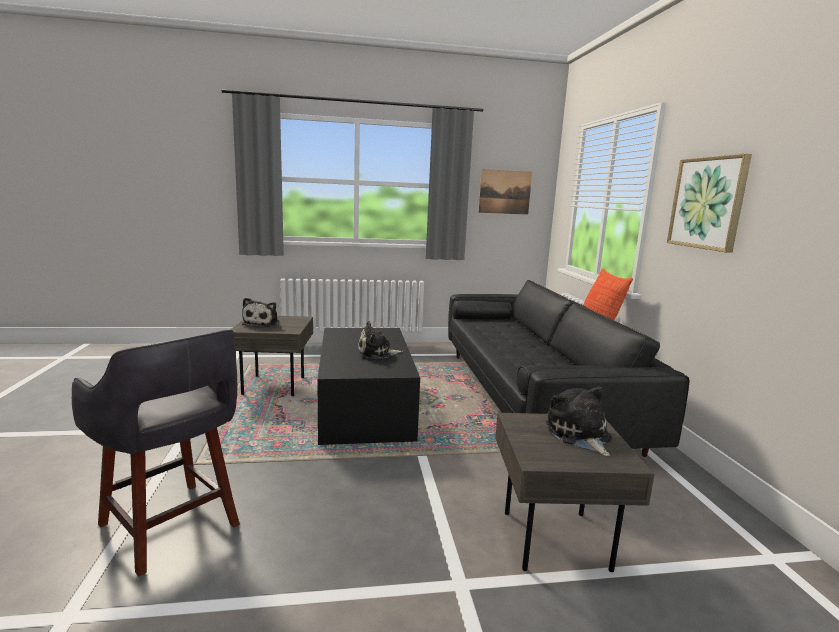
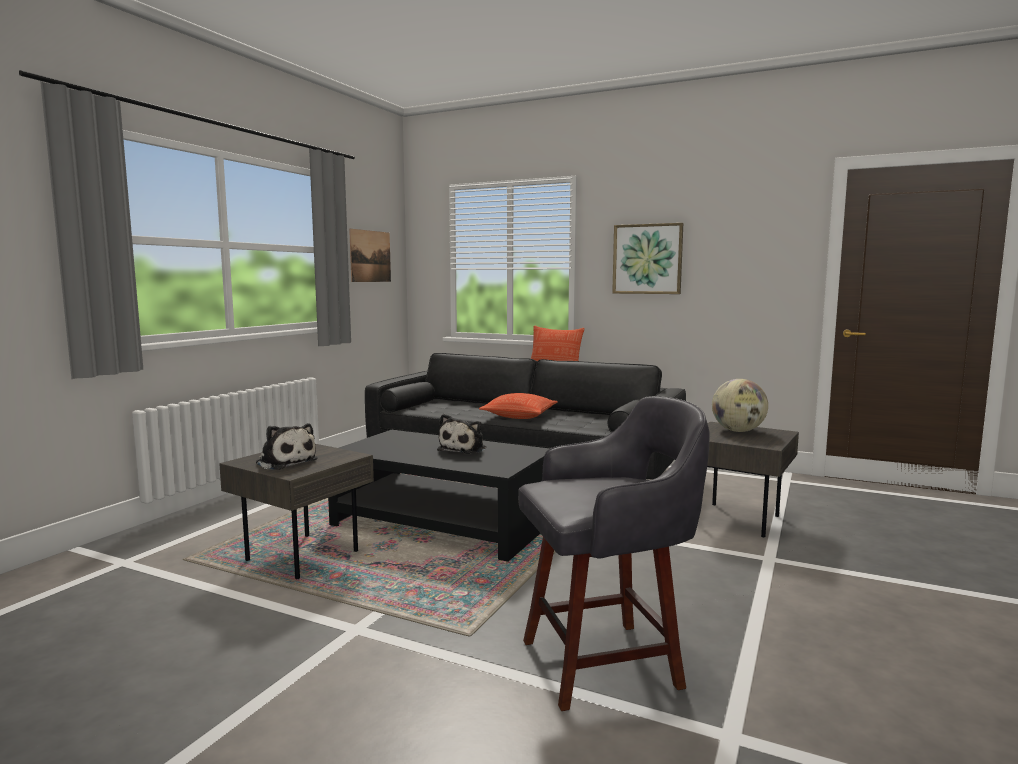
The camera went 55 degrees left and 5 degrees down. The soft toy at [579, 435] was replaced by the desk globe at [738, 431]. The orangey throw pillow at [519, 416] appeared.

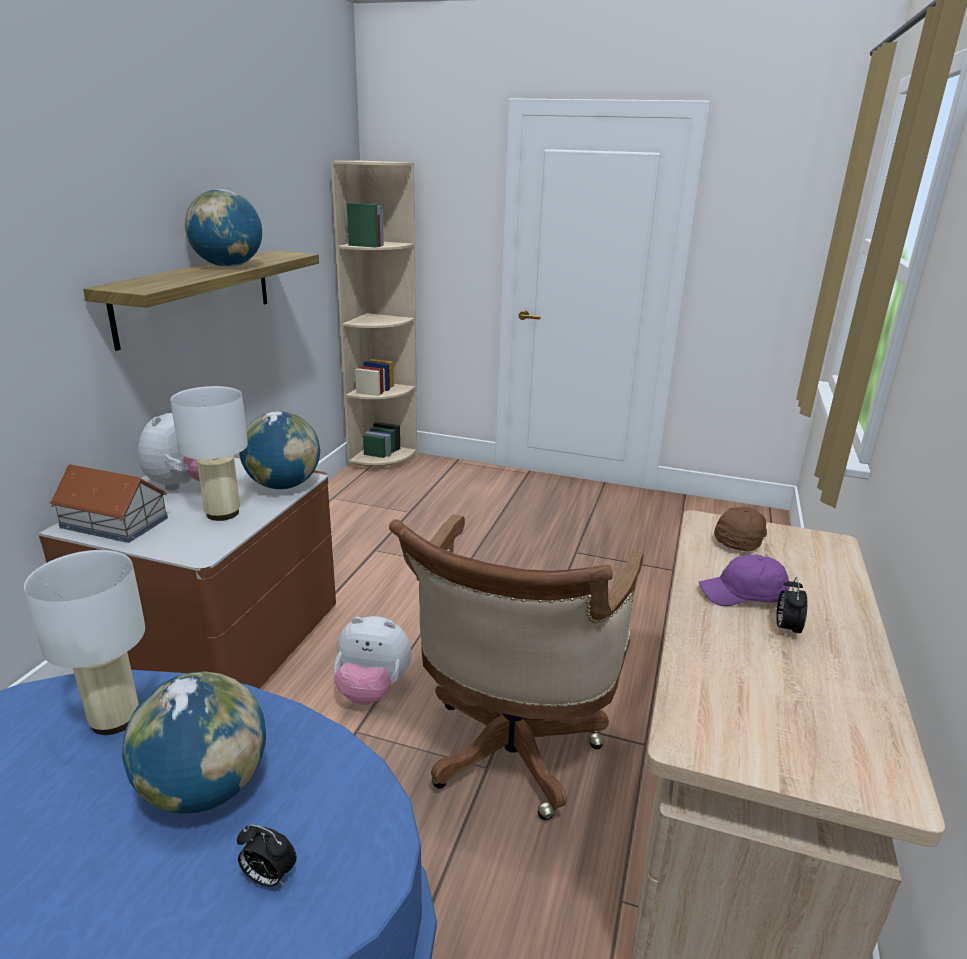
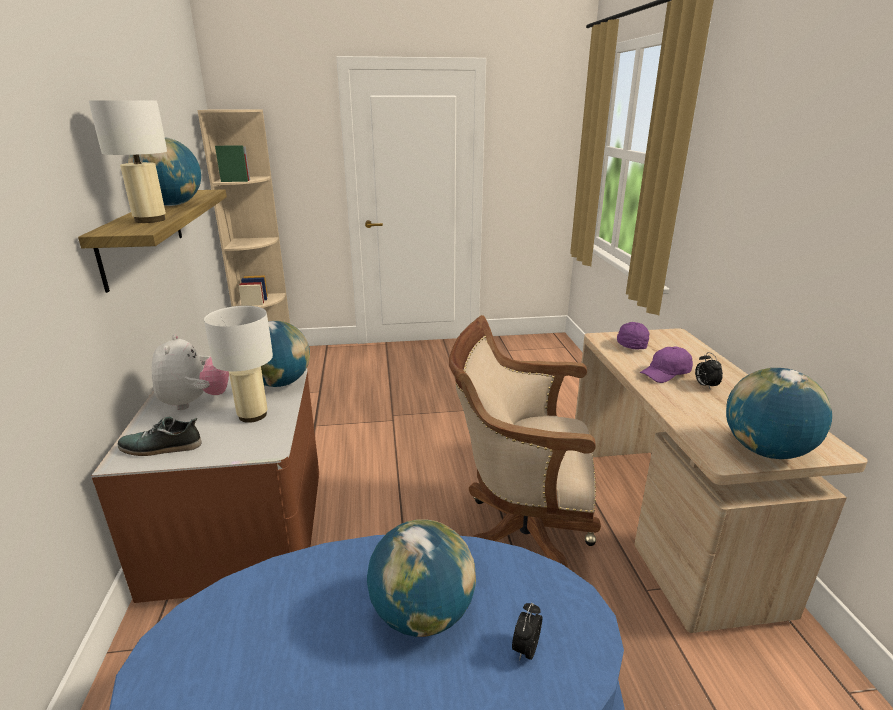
The camera went 25 degrees left and 0 degrees up. The white lamp for a table moved from [116, 720] to [151, 220]. The model house at [115, 523] was replaced by the shoe at [161, 447]. The bedside clock at [268, 877] turned 120 degrees clockwise. The soft toy at [372, 690] disappeared. The office chair at [510, 755] turned 105 degrees clockwise. The brown-coloured cap at [740, 539] became the purple cap at [630, 343]. The desk globe at [765, 450] appeared.

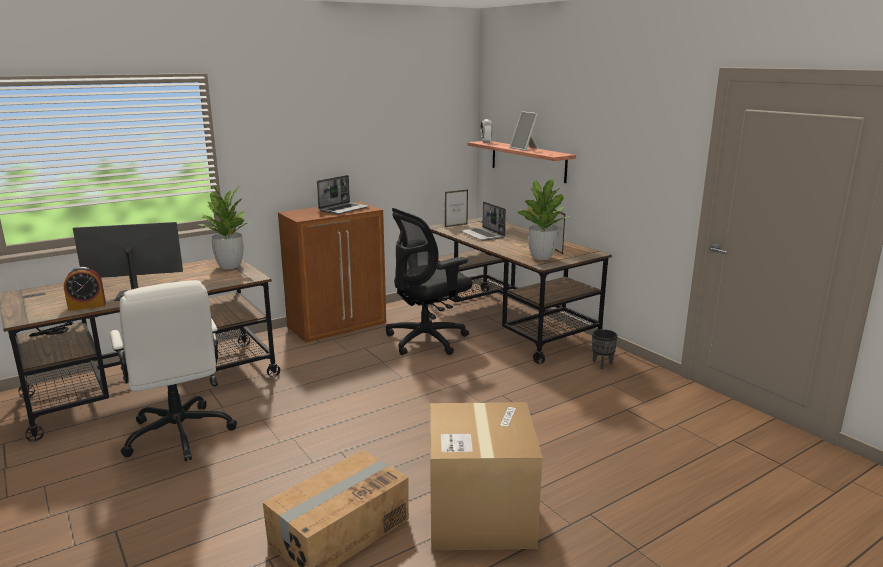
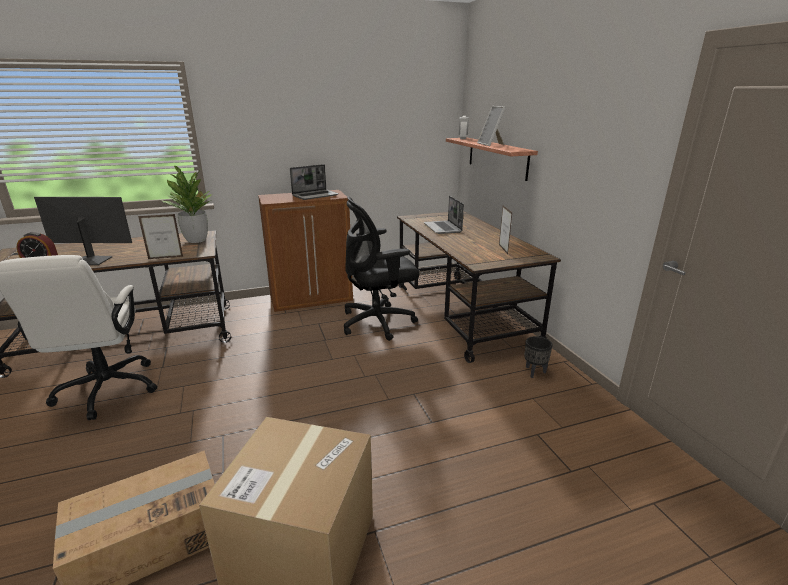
The camera went 15 degrees right and 5 degrees up. The standing frame moved from [456, 225] to [166, 258]. The plant in a pot at [541, 257] disappeared.

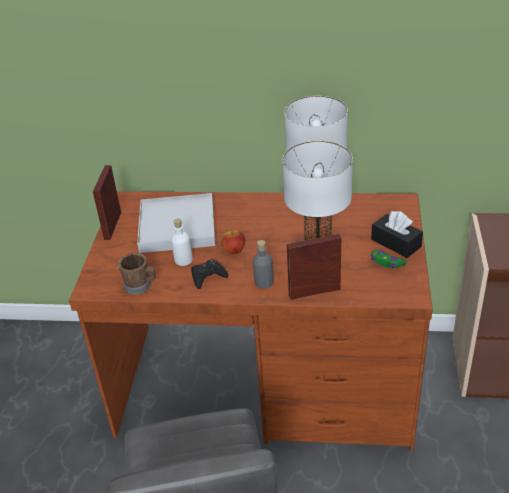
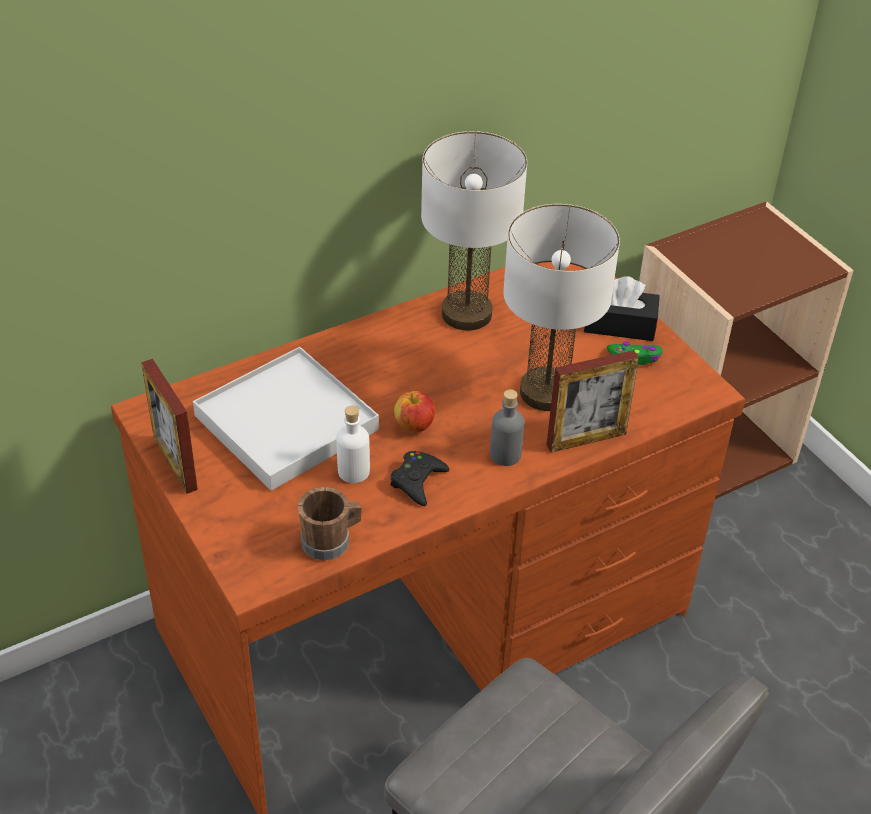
The camera went 40 degrees left and 5 degrees up. The standing frame at [314, 292] turned 150 degrees counterclockwise.

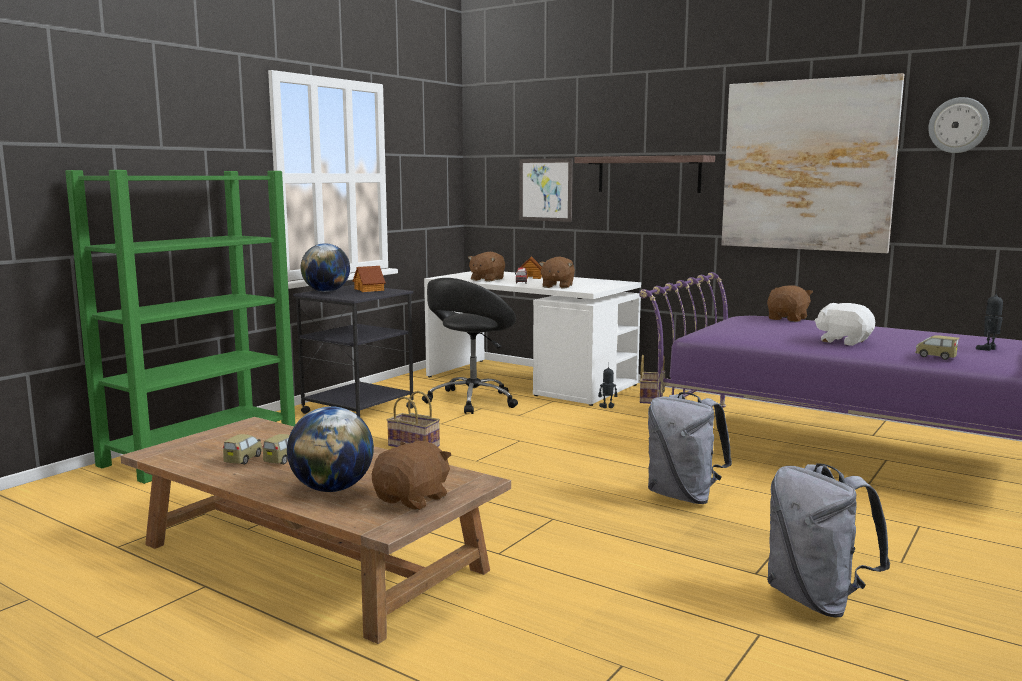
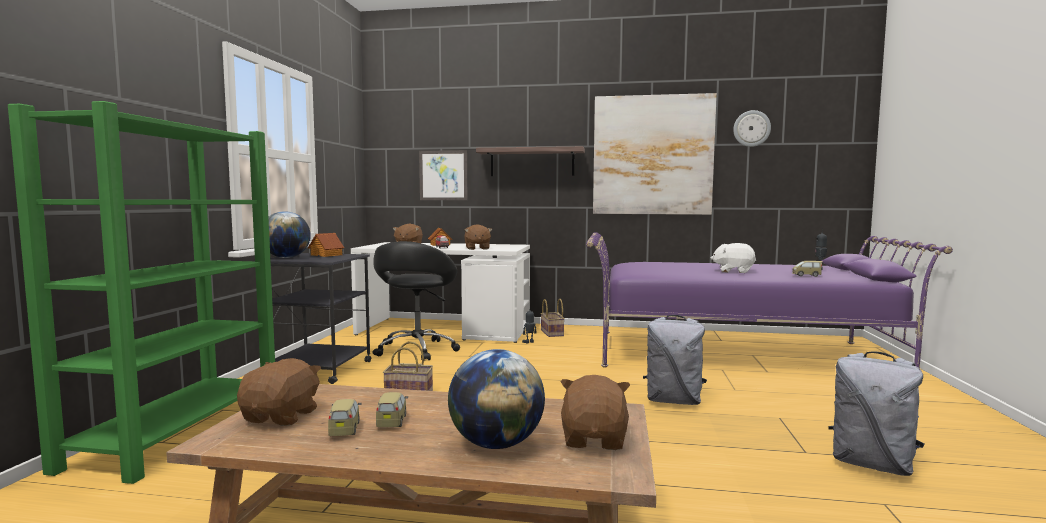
The camera went 25 degrees left and 5 degrees down. The brown-coloured soft toy moved from [788, 319] to [282, 416].

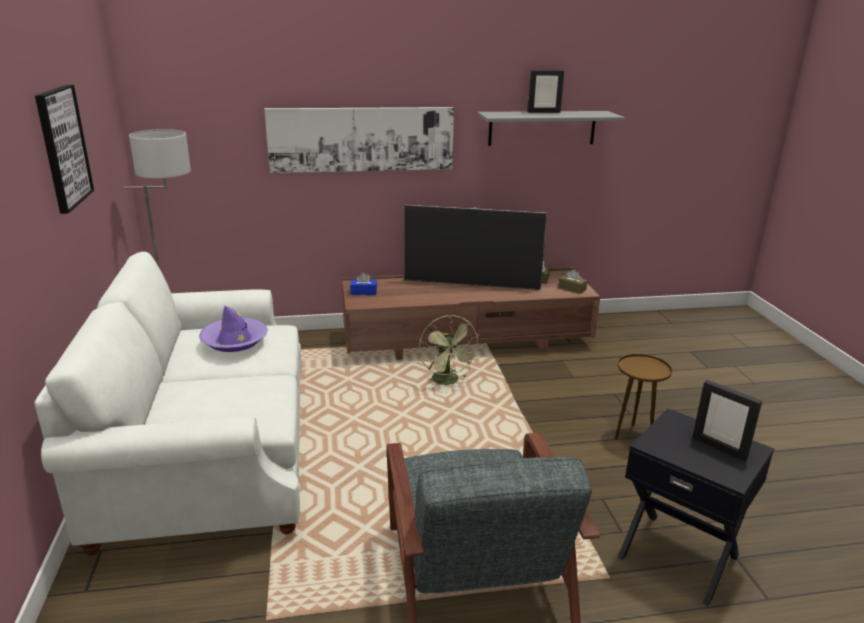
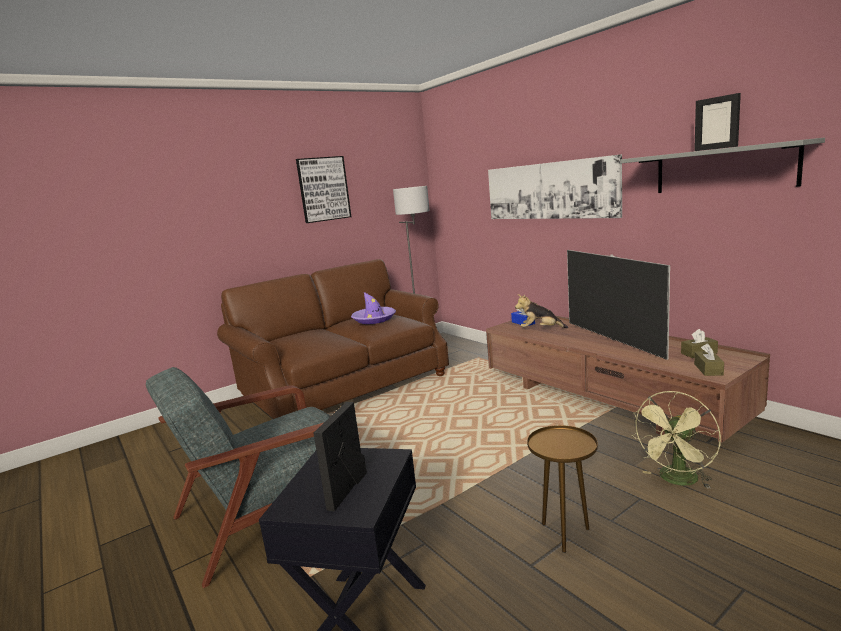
The camera went 65 degrees right and 10 degrees down. The white sofa at [209, 453] became the brown-coloured sofa at [345, 387]. The green cooling fan moved from [448, 382] to [677, 481]. The soft toy at [540, 329] appeared.

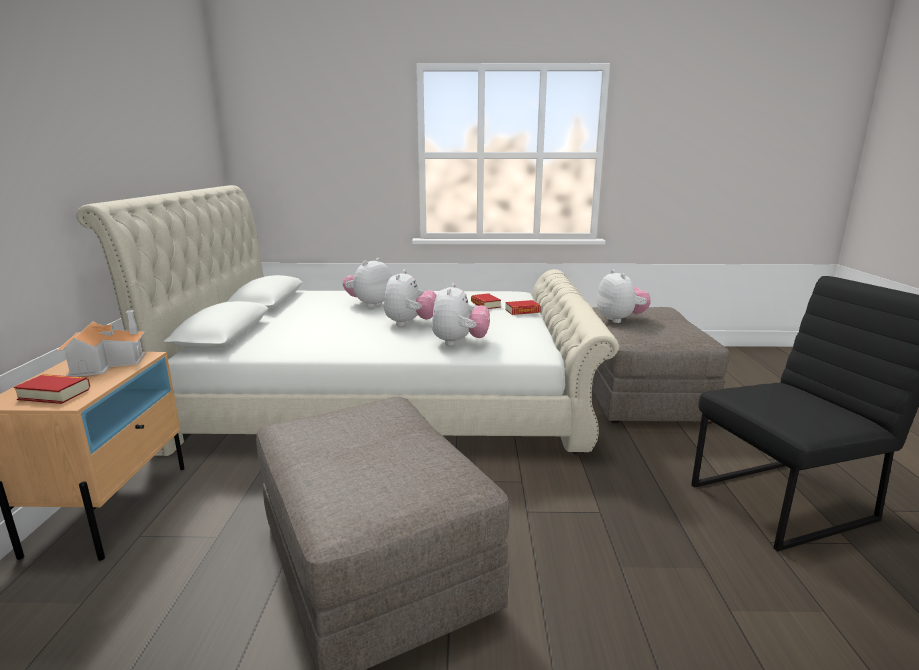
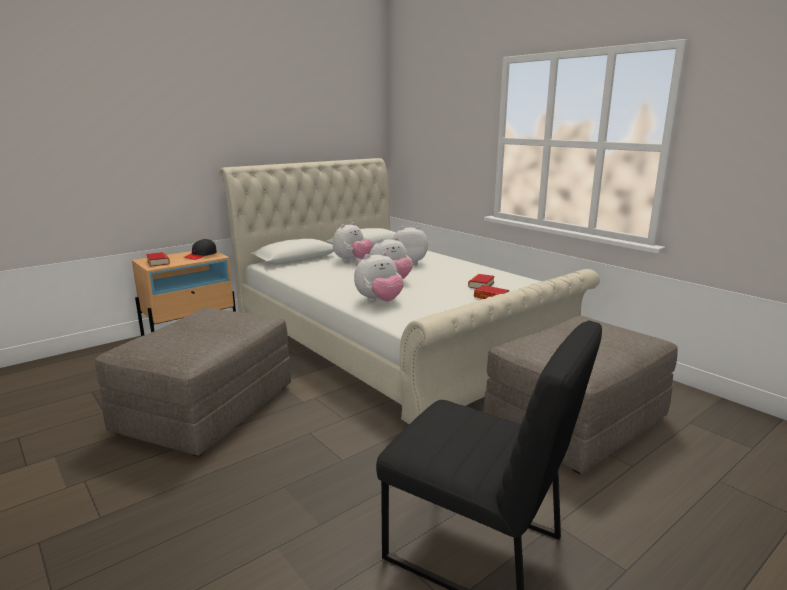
The camera went 50 degrees right and 0 degrees up. The model house at [107, 363] was replaced by the blackish cap at [201, 255]. The soft toy moved from [620, 320] to [352, 261].

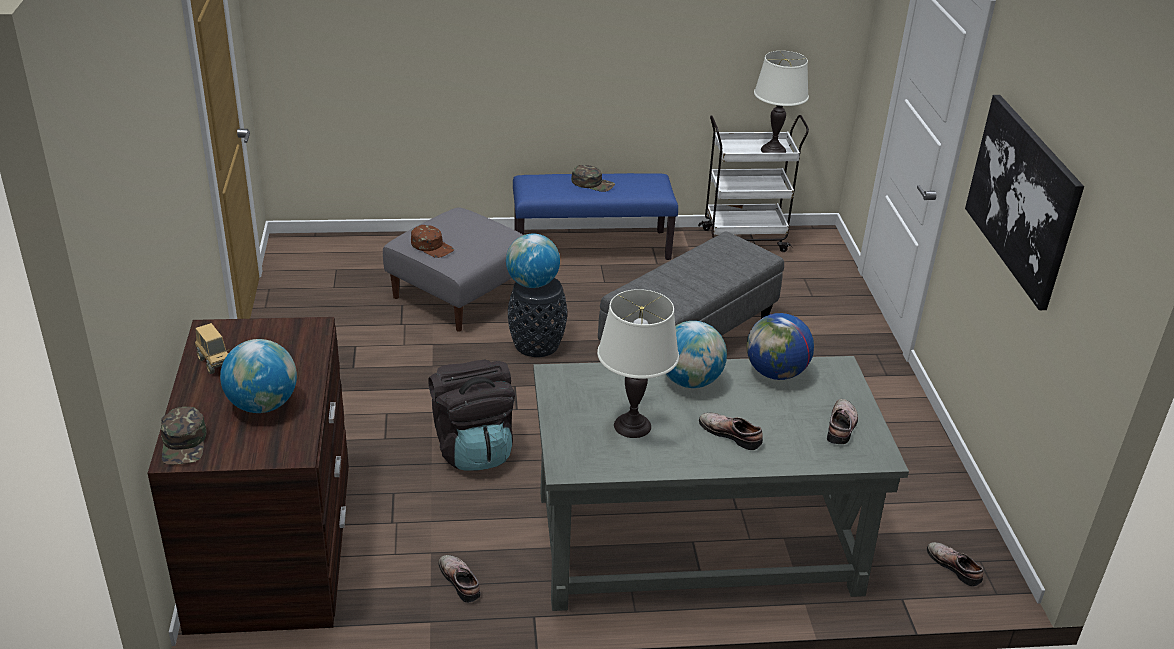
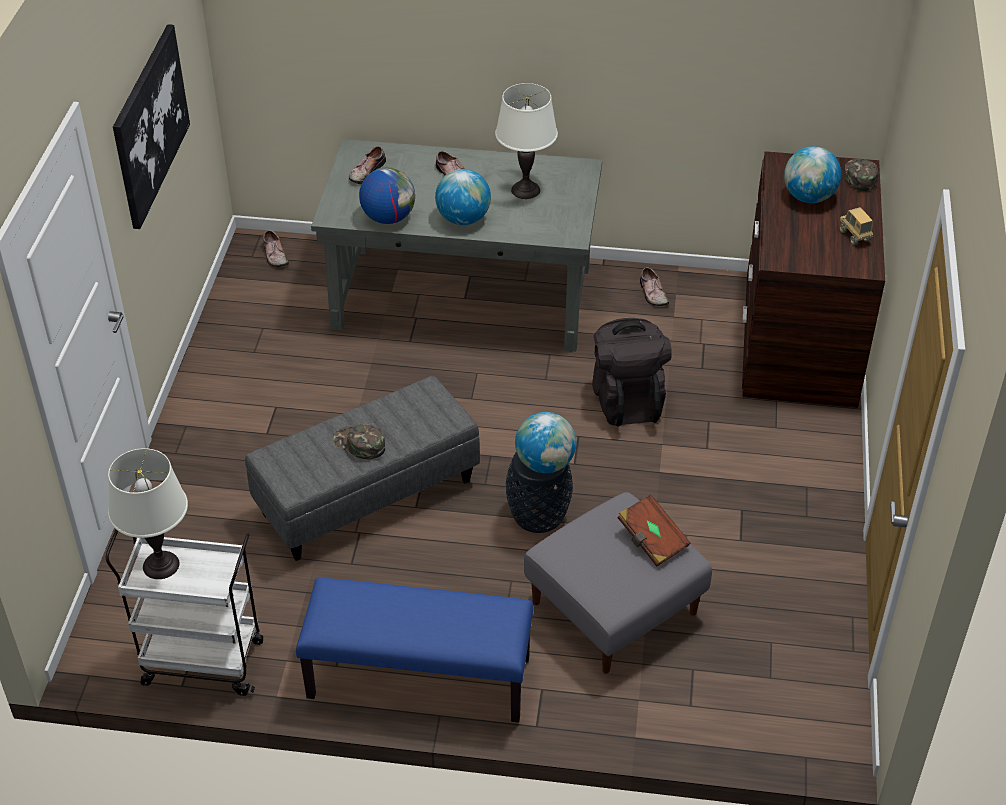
The camera went 165 degrees left and 10 degrees up. The brown-coloured cap at [432, 246] was replaced by the brown-coloured book at [651, 540]. The green cap moved from [592, 183] to [359, 444].

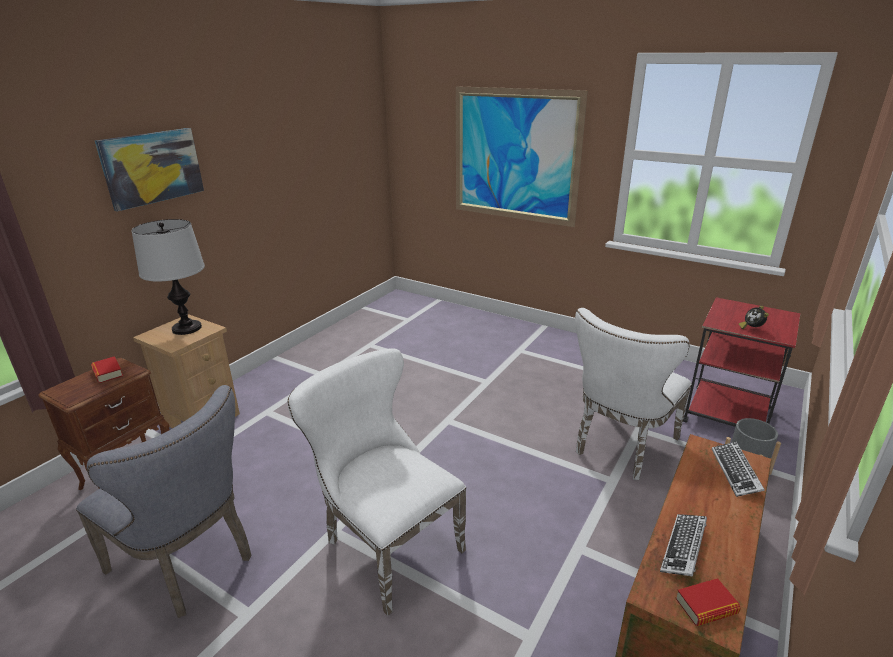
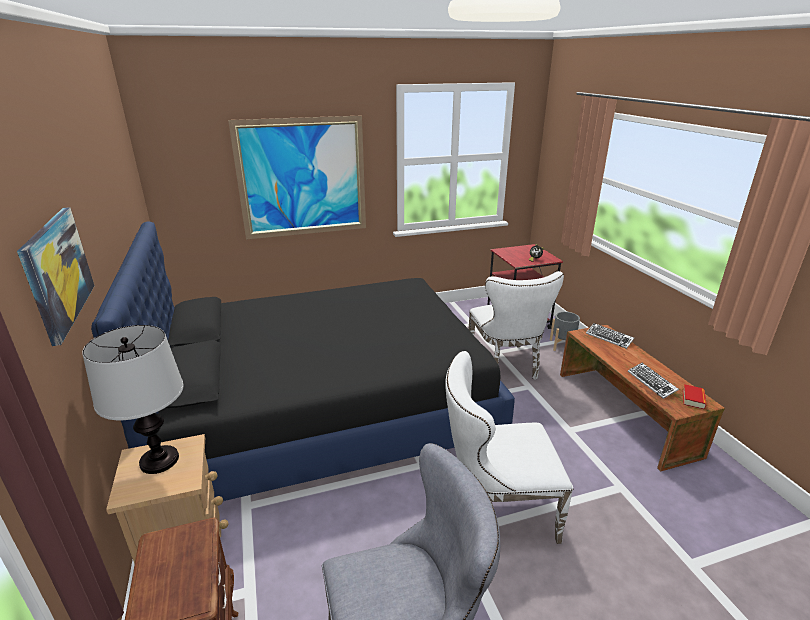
The camera went 50 degrees left and 0 degrees up. The book at [107, 373] disappeared. The blackish sleeping bed at [326, 410] appeared.

